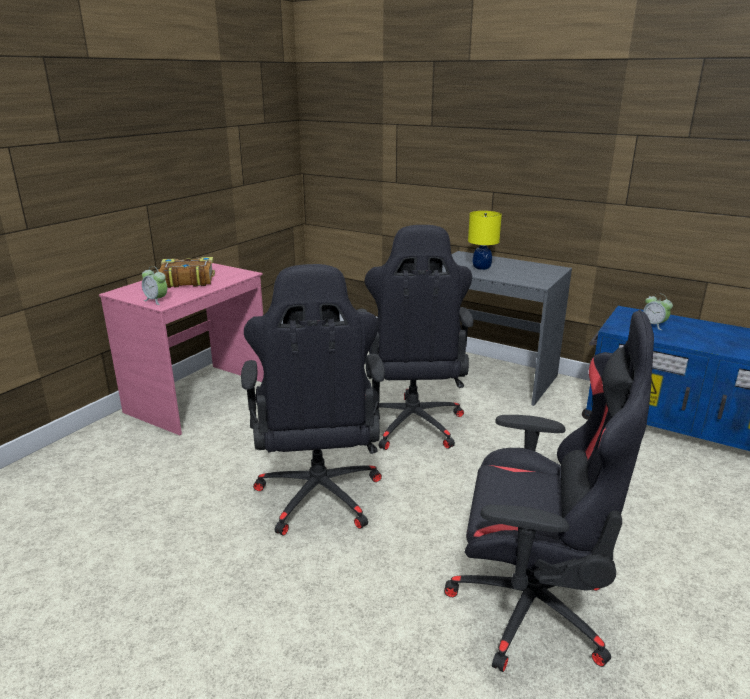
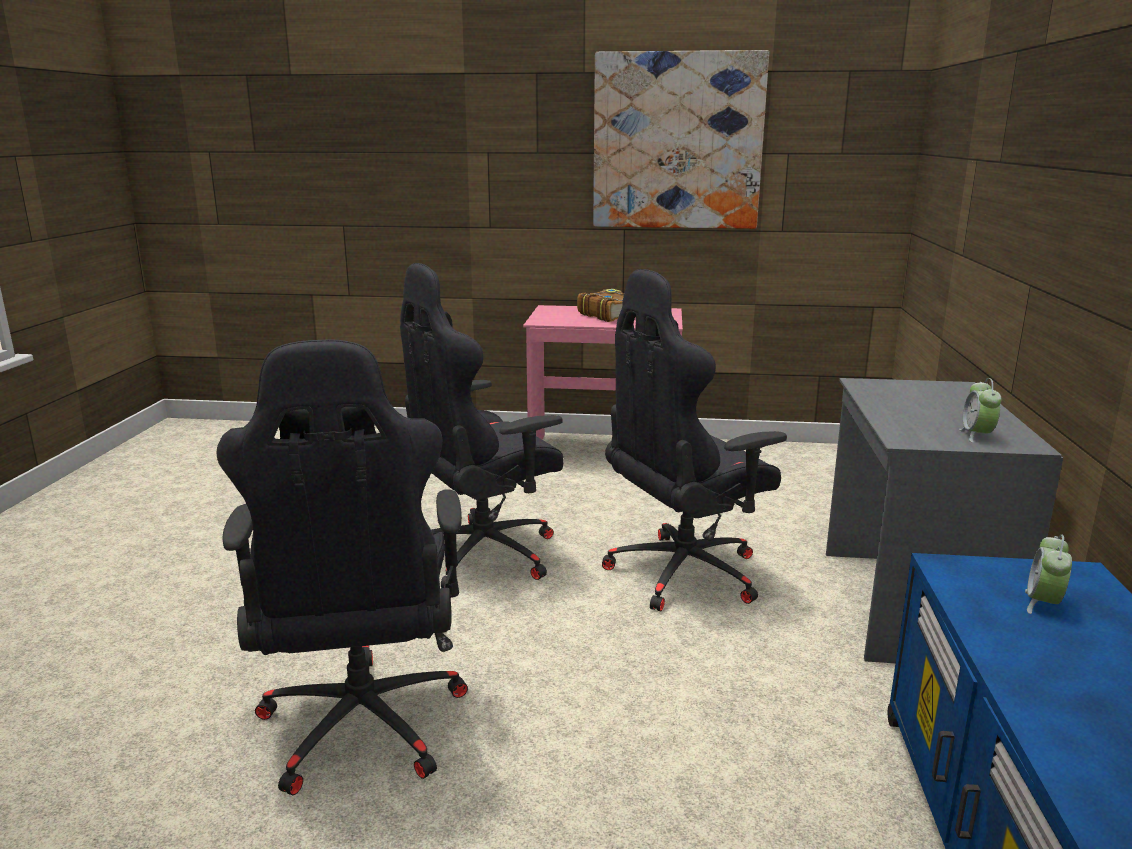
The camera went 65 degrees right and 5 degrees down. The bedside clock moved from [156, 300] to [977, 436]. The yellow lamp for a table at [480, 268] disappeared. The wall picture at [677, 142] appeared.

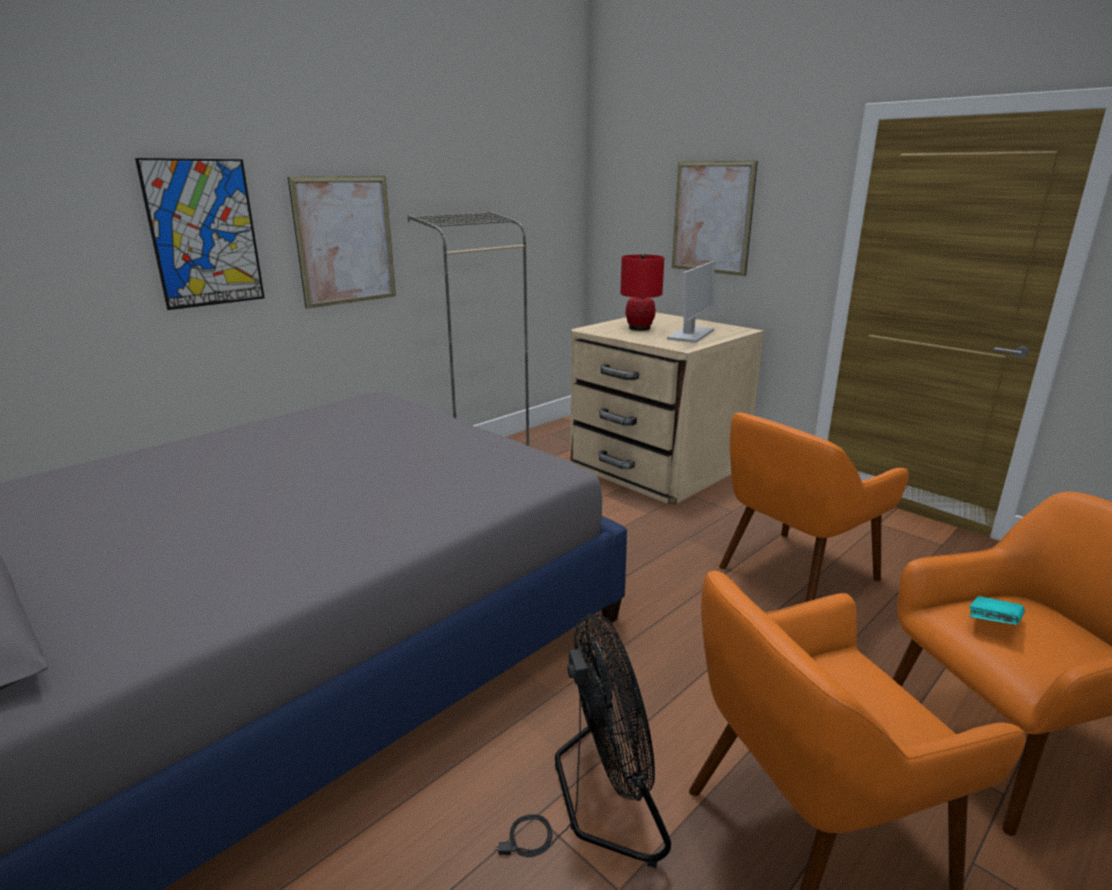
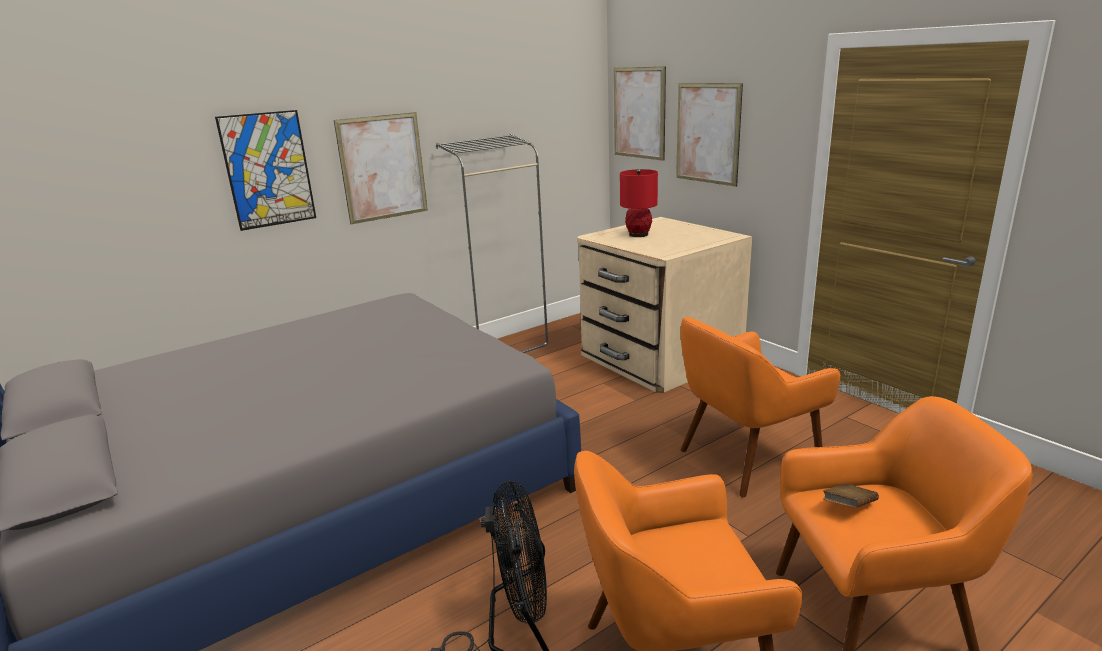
The camera went 10 degrees right and 0 degrees up. The monitor at [691, 335] disappeared. The blue-green book at [992, 623] became the brown-coloured book at [848, 507]. The wall picture at [639, 113] appeared.

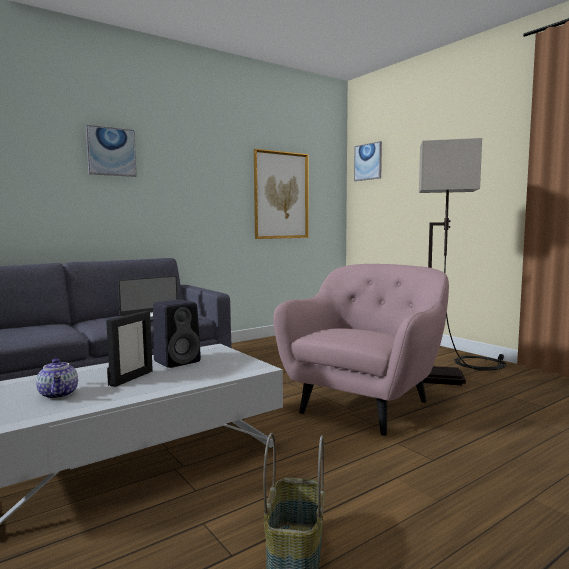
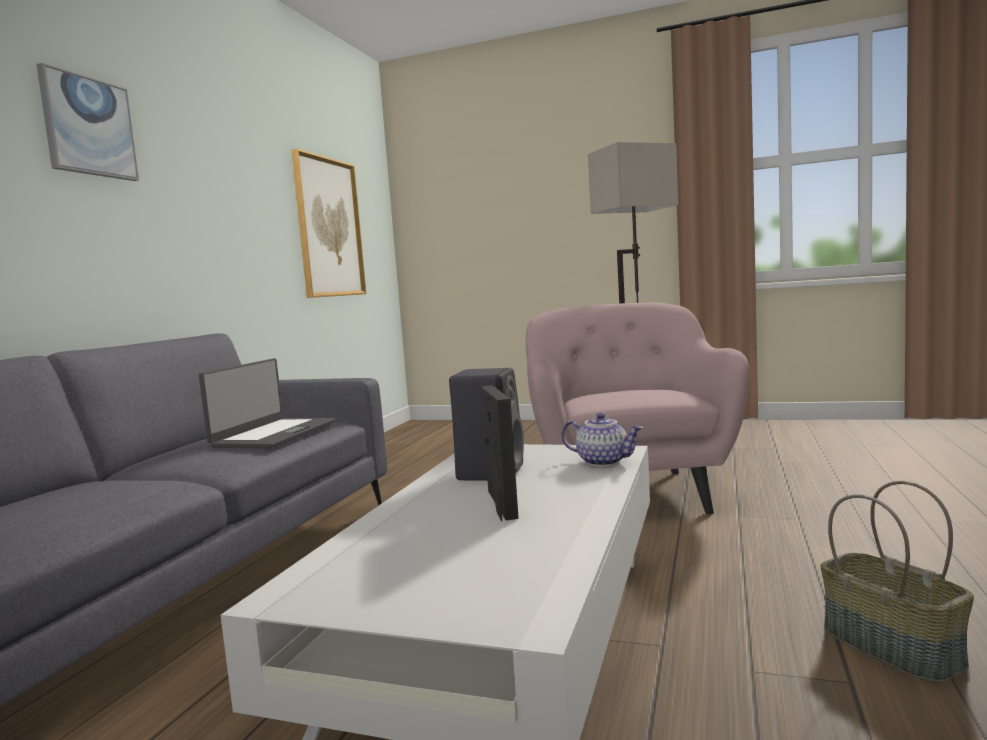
The camera went 35 degrees left and 0 degrees up. The pot for tea moved from [59, 394] to [603, 461]. The wall picture at [368, 162] disappeared.

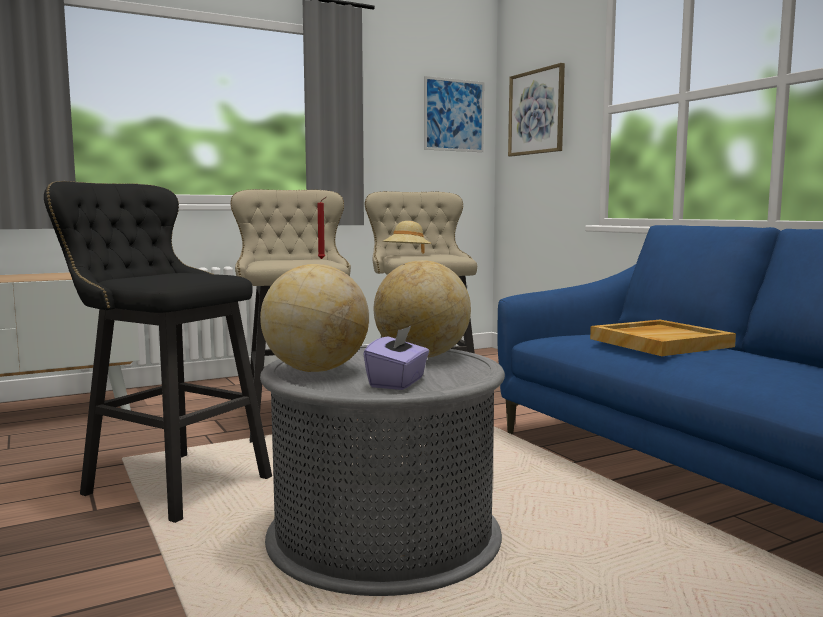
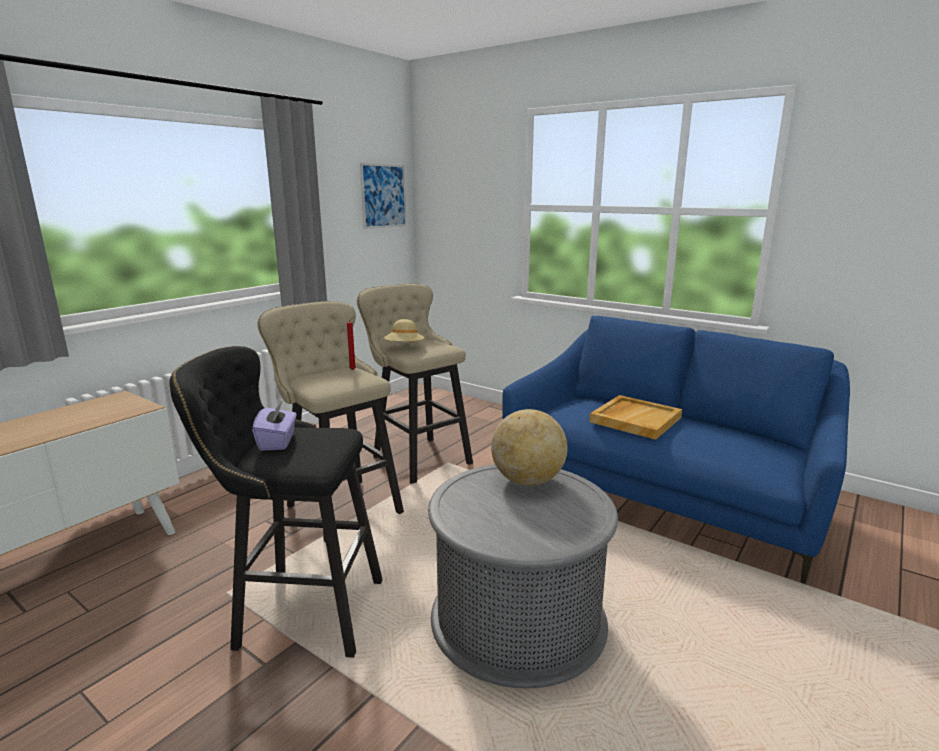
The camera went 25 degrees left and 10 degrees up. The desk globe at [316, 370] disappeared. The purple box of tissues moved from [398, 382] to [278, 442]. The wall picture at [536, 112] disappeared.

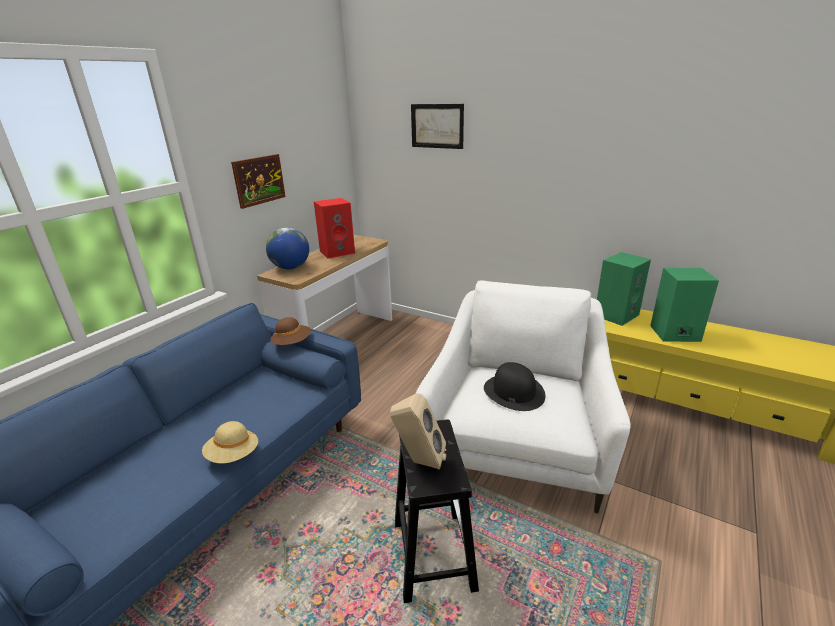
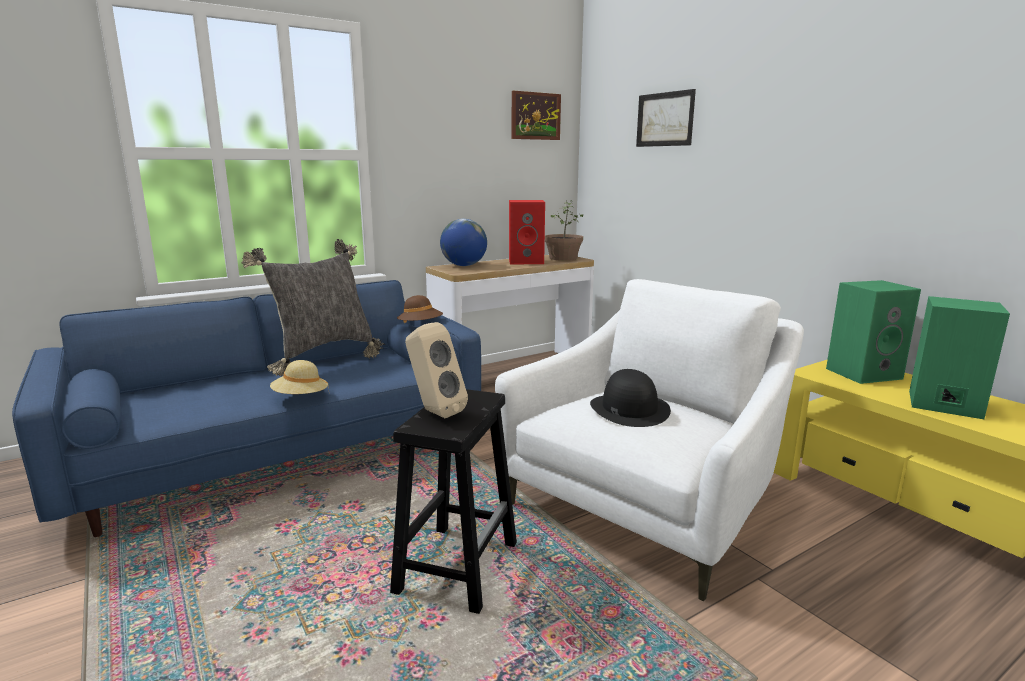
The camera went 25 degrees right and 10 degrees down. The wall picture moved from [259, 180] to [535, 116]. The throw pillow at [322, 363] appeared. The plant in a pot at [562, 258] appeared.

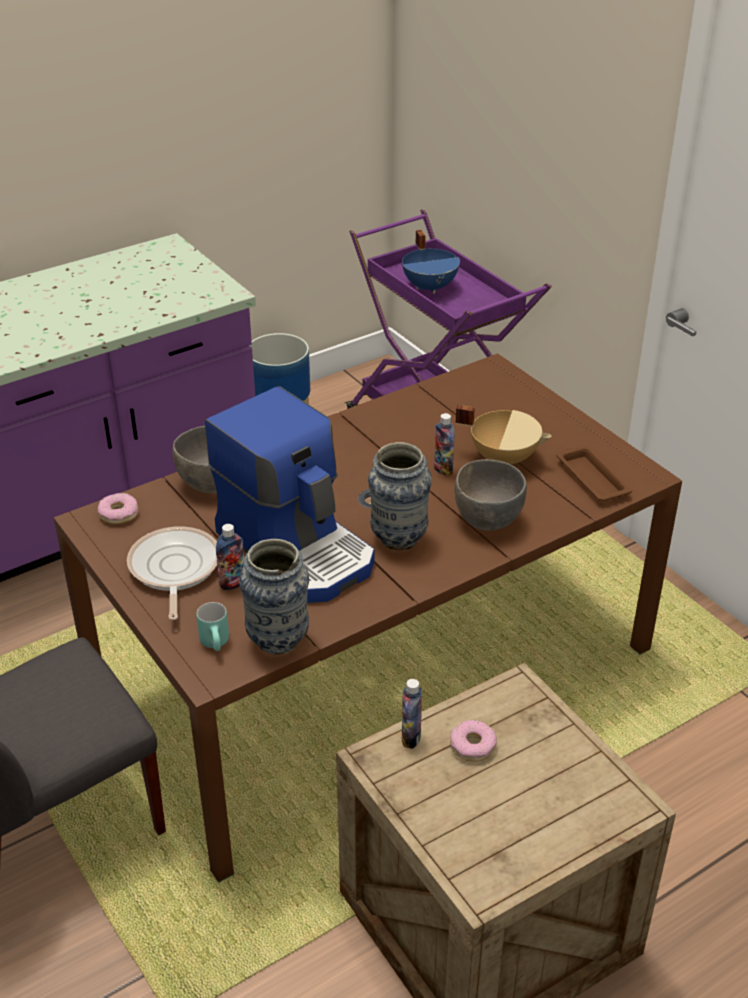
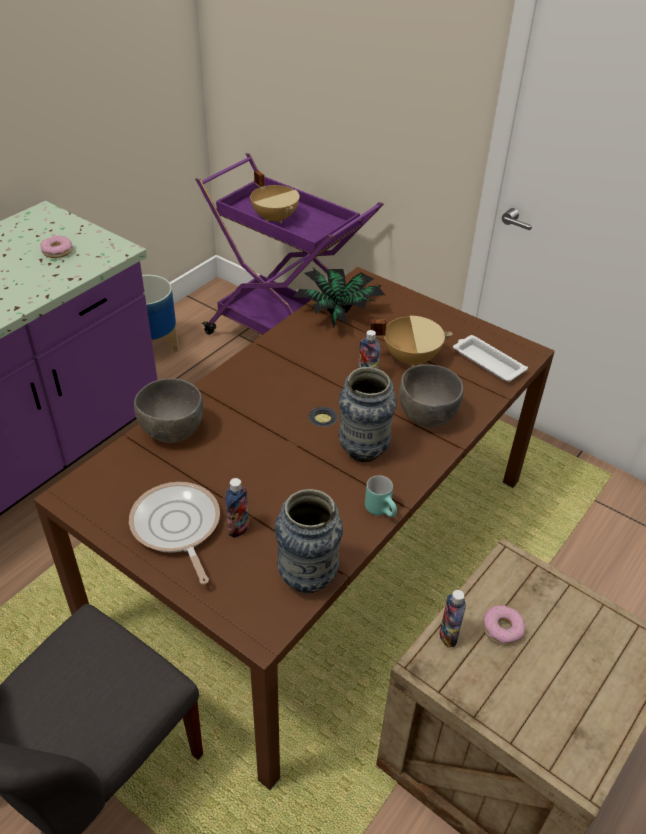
The camera went 20 degrees left and 5 degrees up. The doughnut moved from [119, 514] to [57, 251]. The blue-green coffee mug moved from [217, 644] to [382, 510]. The coffee maker at [298, 548] disappeared. The blue saucepot at [430, 287] became the sand-coloured saucepot at [275, 218]. The brown-coloured carrying tray at [591, 478] became the white carrying tray at [487, 362]. The plant in a pot at [339, 313] appeared.

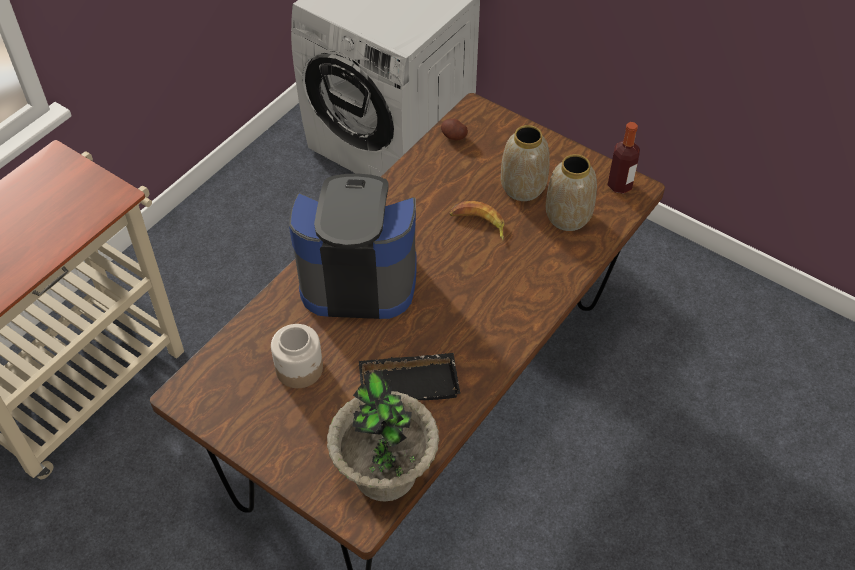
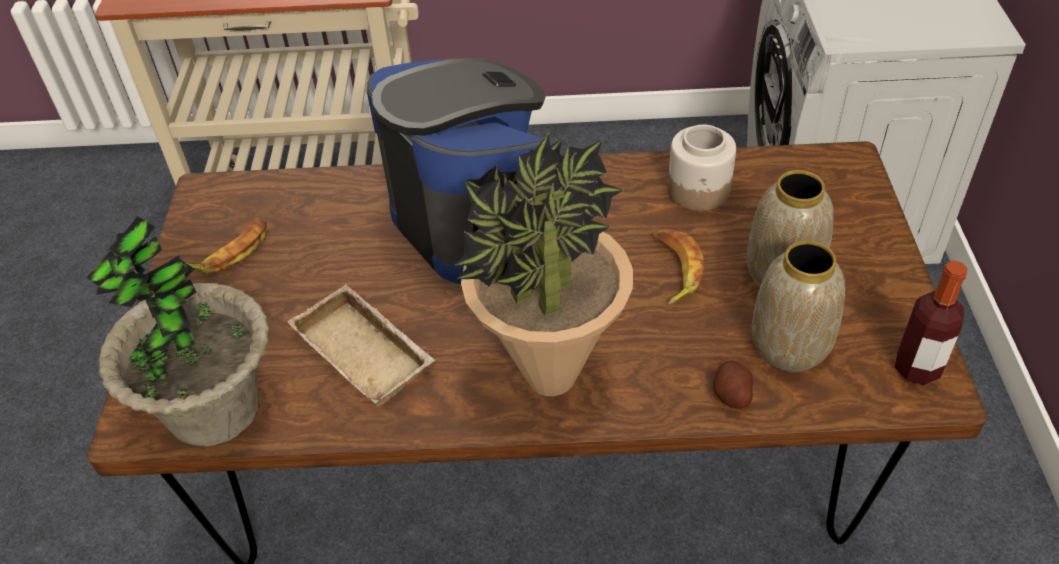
The camera went 55 degrees right and 5 degrees down. The storage jar moved from [300, 368] to [699, 191]. The blackish carrying tray at [410, 381] became the sand-coloured carrying tray at [367, 352]. The potato moved from [453, 136] to [732, 395]. The whole banana at [231, 251] appeared. The plant in a pot at [550, 377] appeared.

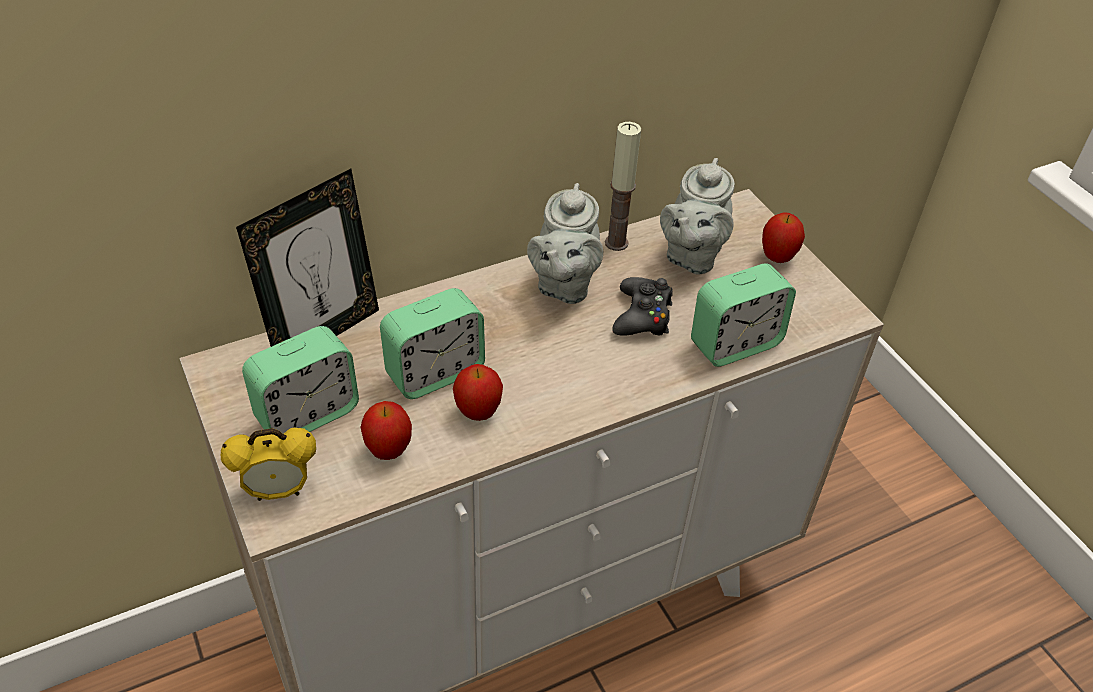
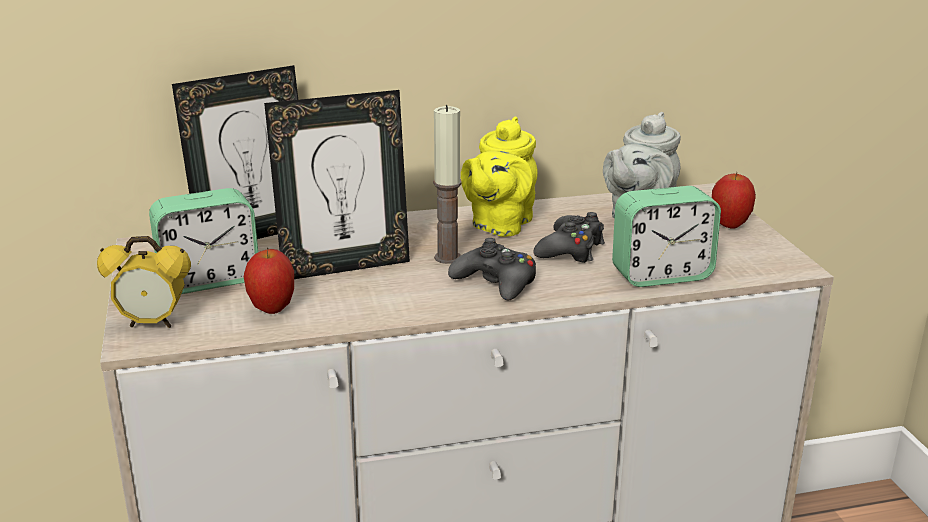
The camera went 15 degrees right and 20 degrees down. The bedside clock at [435, 373] was replaced by the standing frame at [344, 266]. The apple fruit at [478, 413] disappeared. The gray pot for tea at [564, 285] became the yellow pot for tea at [499, 225]. The candle moved from [616, 243] to [447, 258]. The blackish gamepad at [496, 282] appeared.

